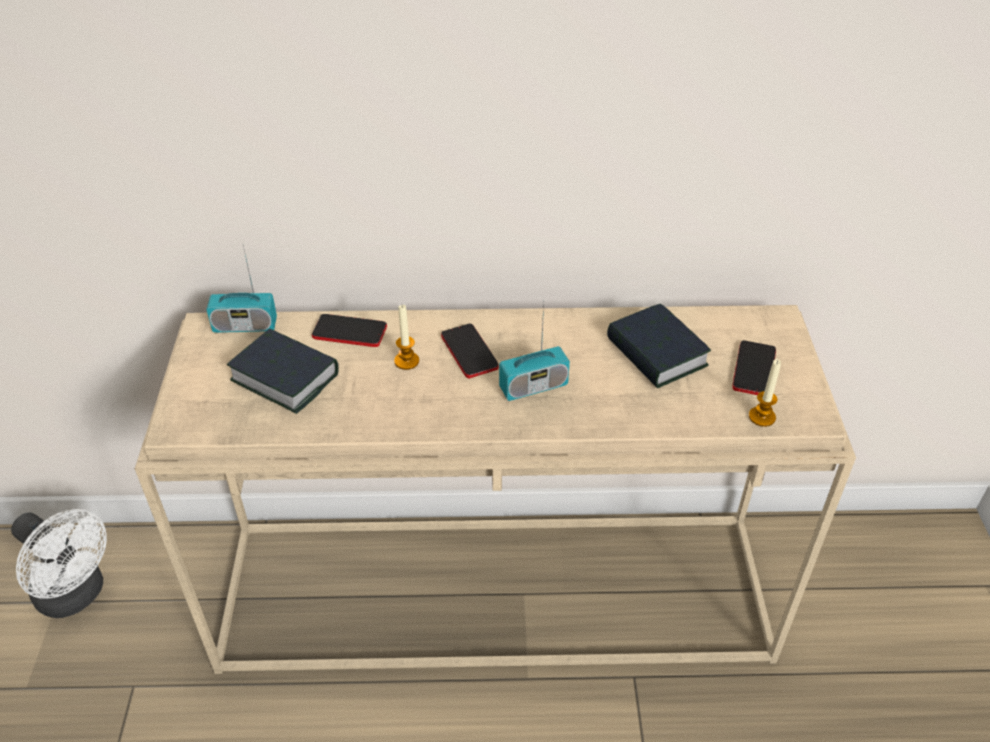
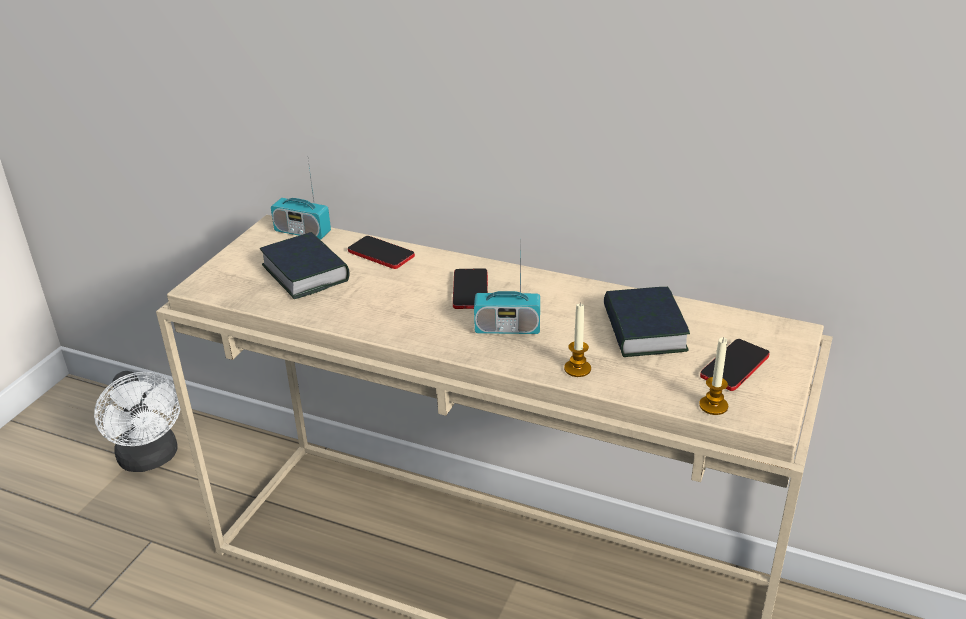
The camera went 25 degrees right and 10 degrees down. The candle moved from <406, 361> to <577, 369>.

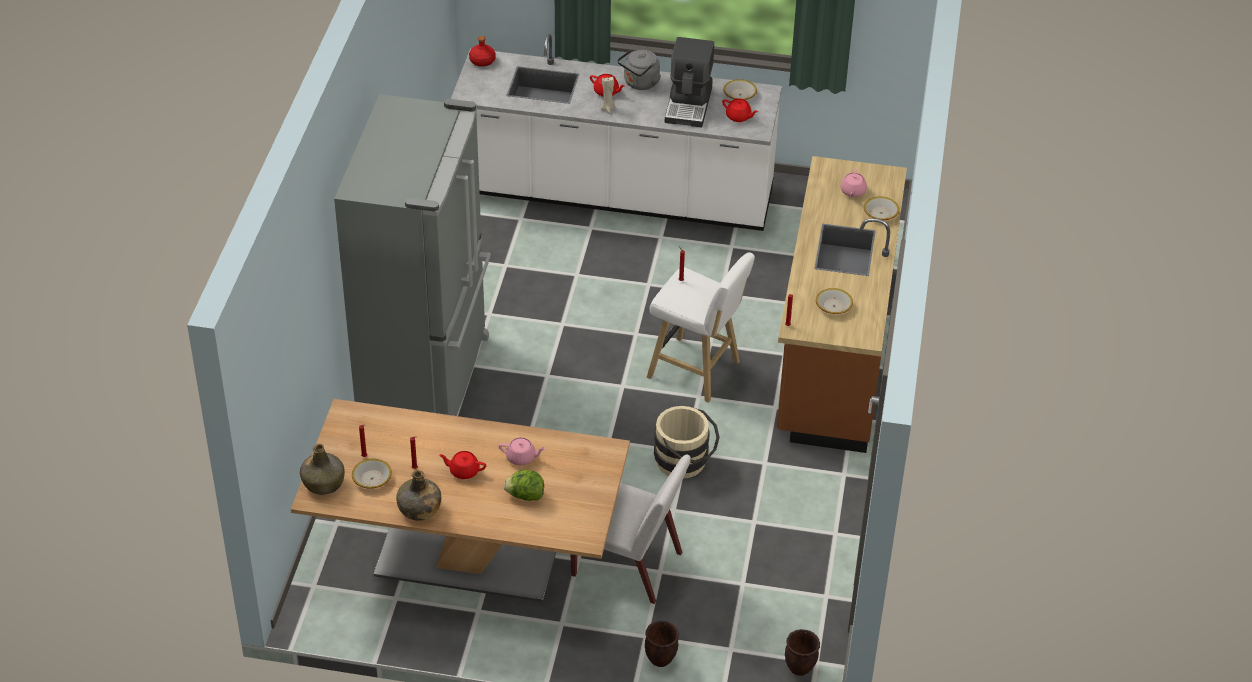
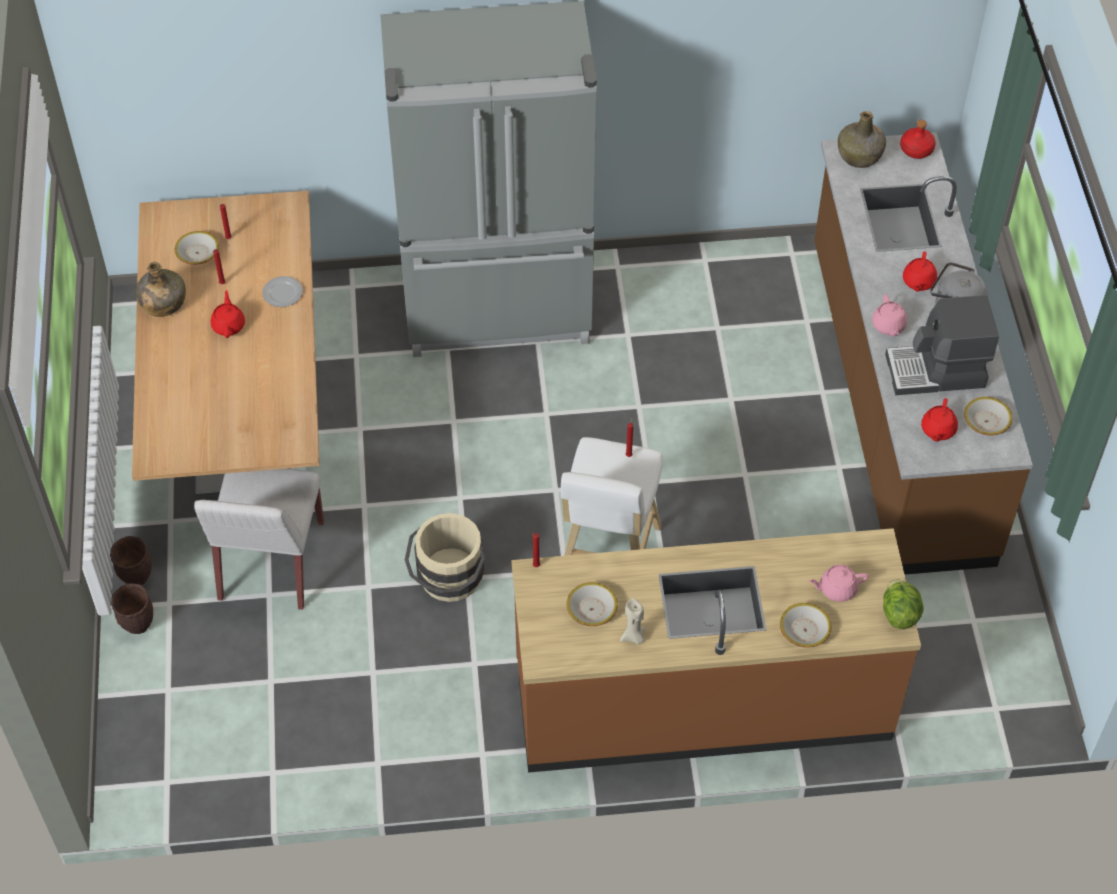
The camera went 75 degrees right and 10 degrees up. The plate at <283, 293> appeared. The bottle (green) moved from <324, 483> to <860, 155>. The teapot (pink) moved from <521, 458> to <888, 326>. The lettuce moved from <525, 496> to <899, 613>. The candle (beige) moved from <608, 109> to <633, 637>. The planter (brown) moved from <799, 668> to <136, 577>. The counter (white) at <615, 194> became the counter (brown) at <896, 401>.

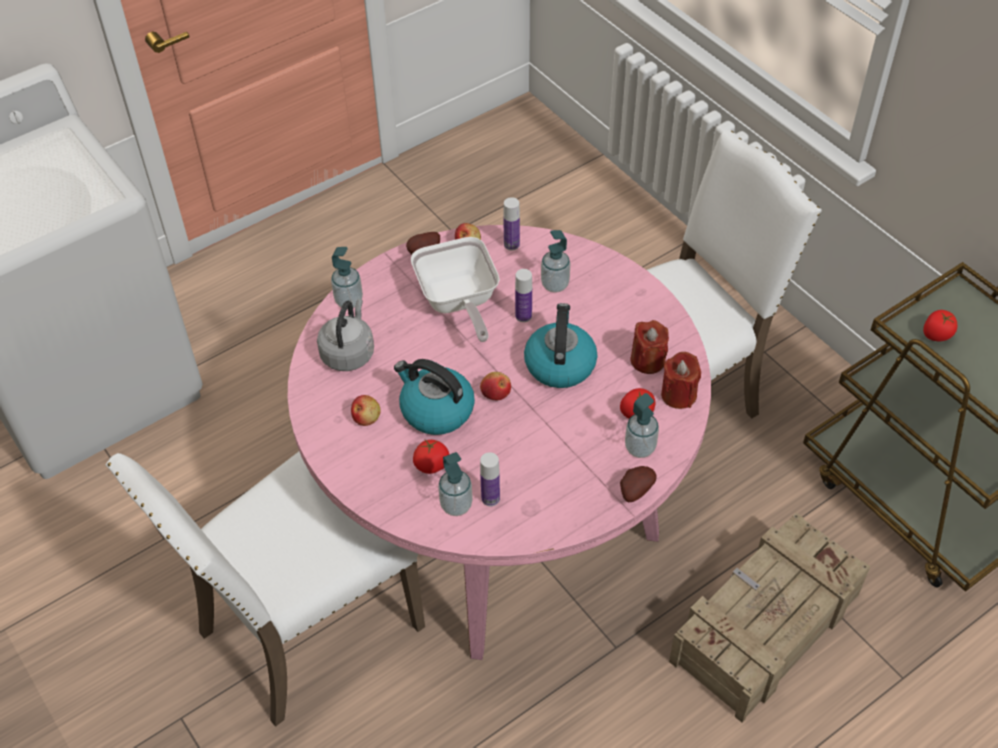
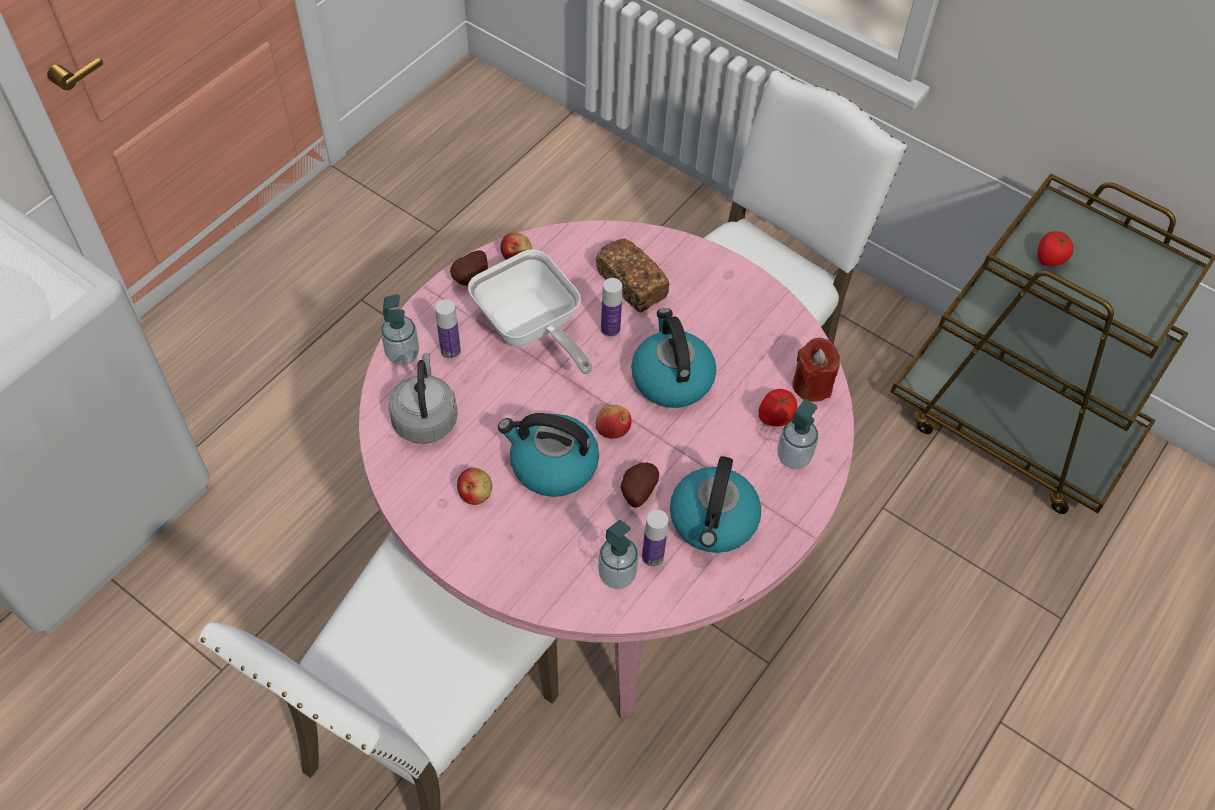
The camera went 20 degrees left and 5 degrees up. The tomato at <432, 465> disappeared. The candle (red) at <647, 360> disappeared. The crate at <763, 627> disappeared. The kettle at <713, 521> appeared. The bottle moved from <511, 244> to <450, 351>. The potato moved from <634, 490> to <636, 491>. The soap dispenser at <555, 284> was replaced by the bread at <632, 285>.

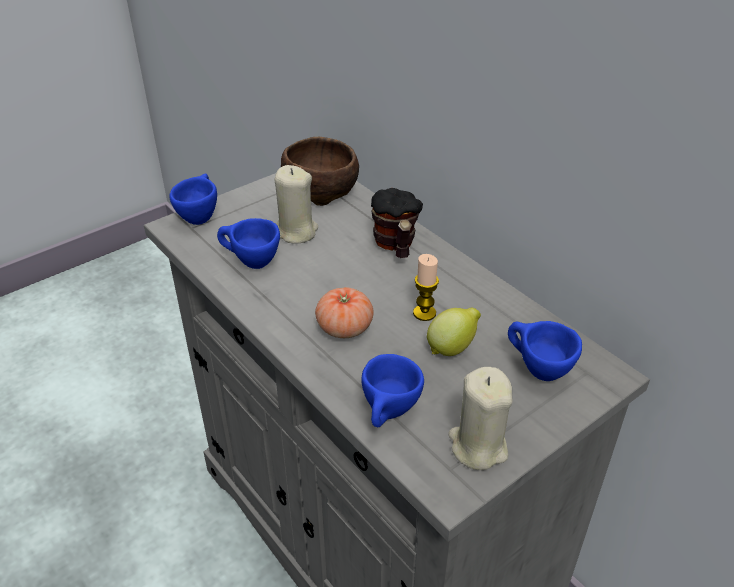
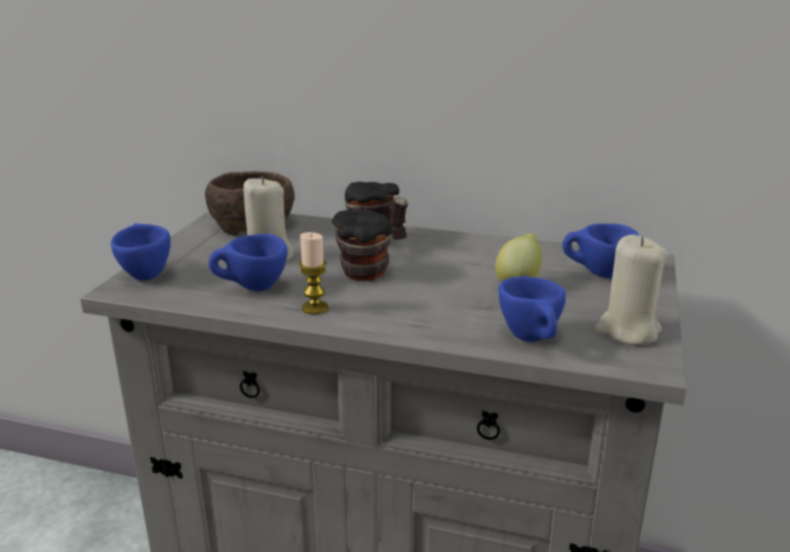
The camera went 35 degrees left and 15 degrees down. The tomato at <344, 328> disappeared. The mug at <363, 269> appeared. The candle moved from <424, 313> to <315, 308>.

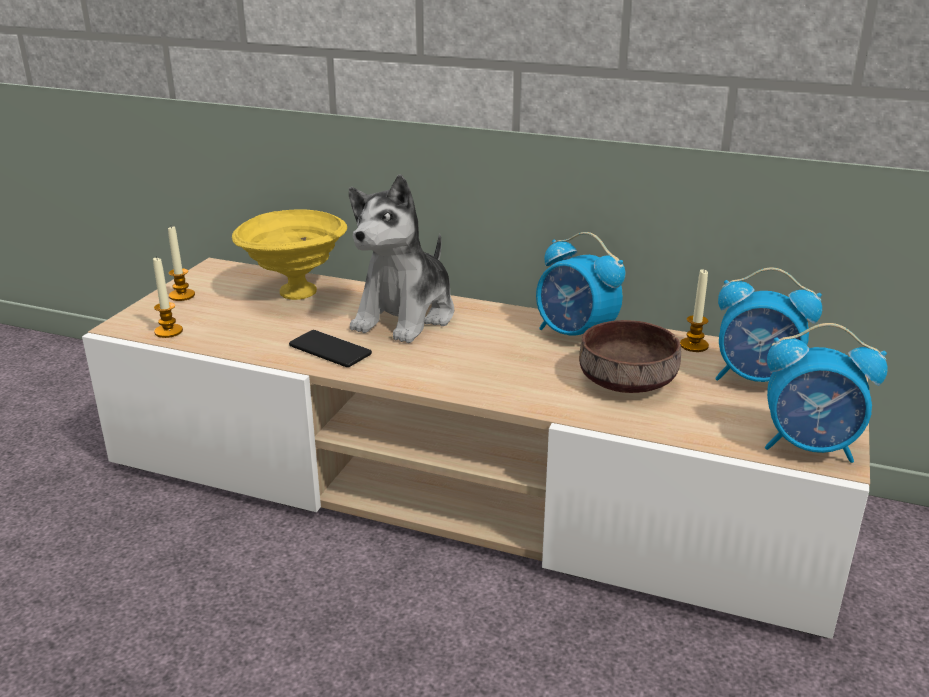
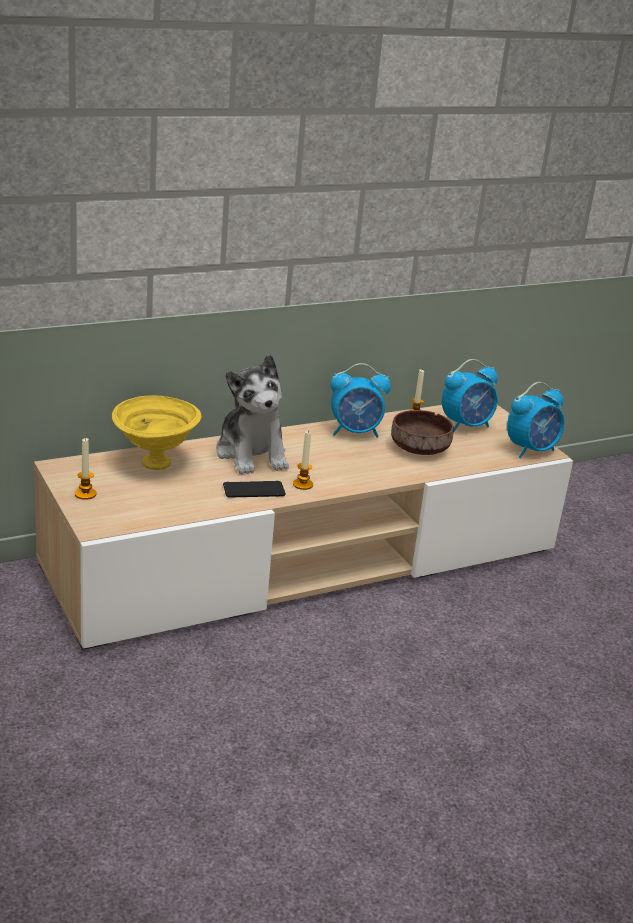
The camera went 50 degrees left and 0 degrees up. The candle moved from <168, 331> to <302, 484>.

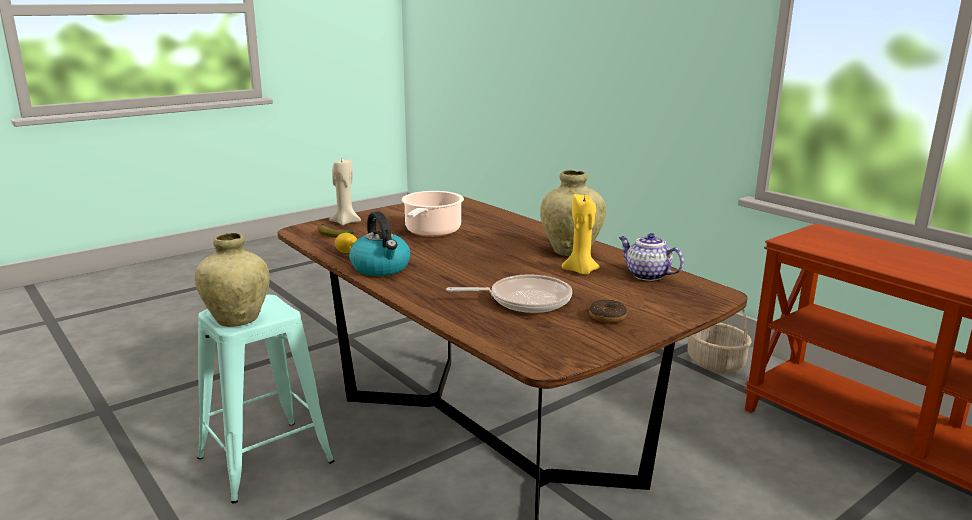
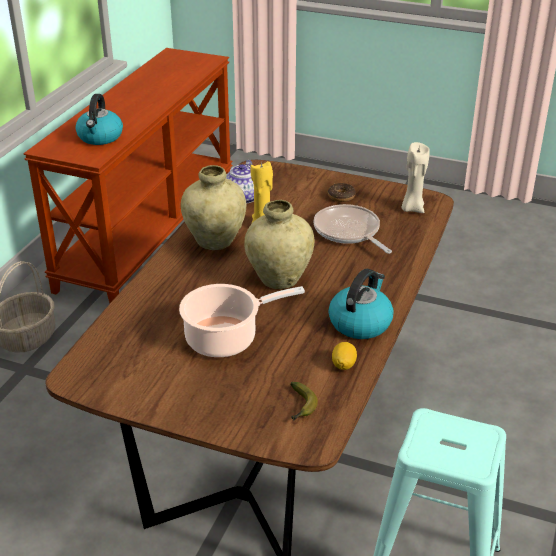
The camera went 120 degrees left and 15 degrees up. The kettle at <100, 137> appeared. The vase (beige) moved from <237, 320> to <279, 279>. The candle (beige) moved from <345, 222> to <412, 208>.

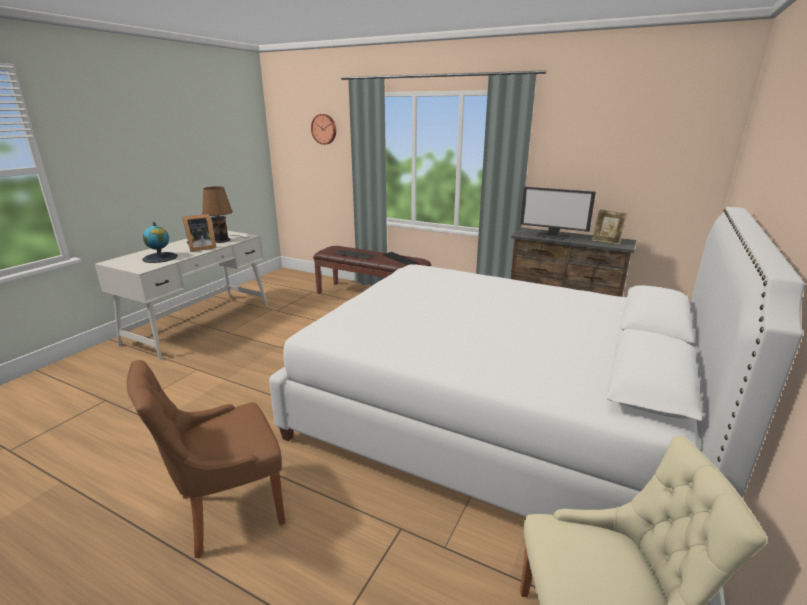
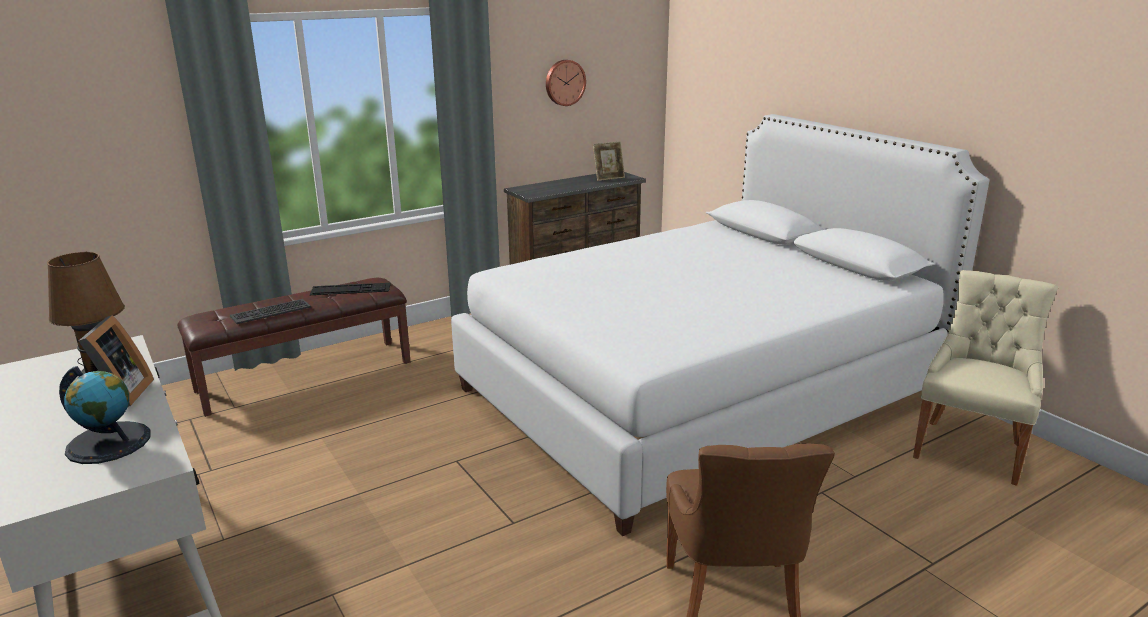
The camera went 60 degrees left and 0 degrees up. The monitor at <553, 236> disappeared. The wall clock moved from <324, 129> to <564, 82>.

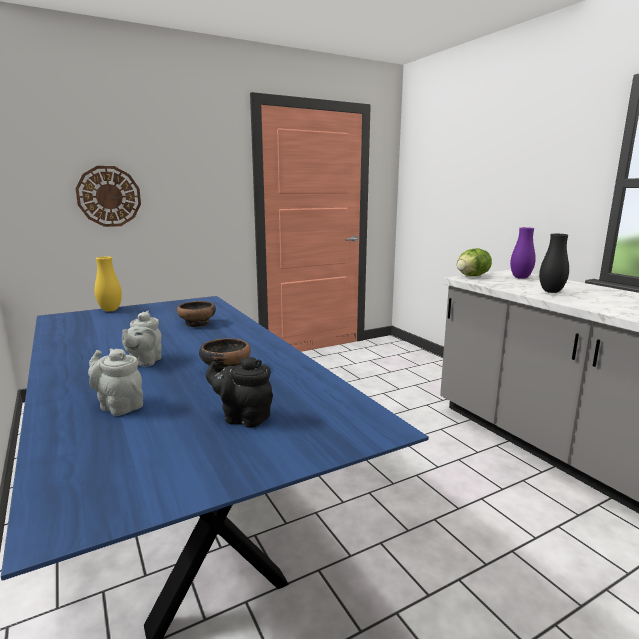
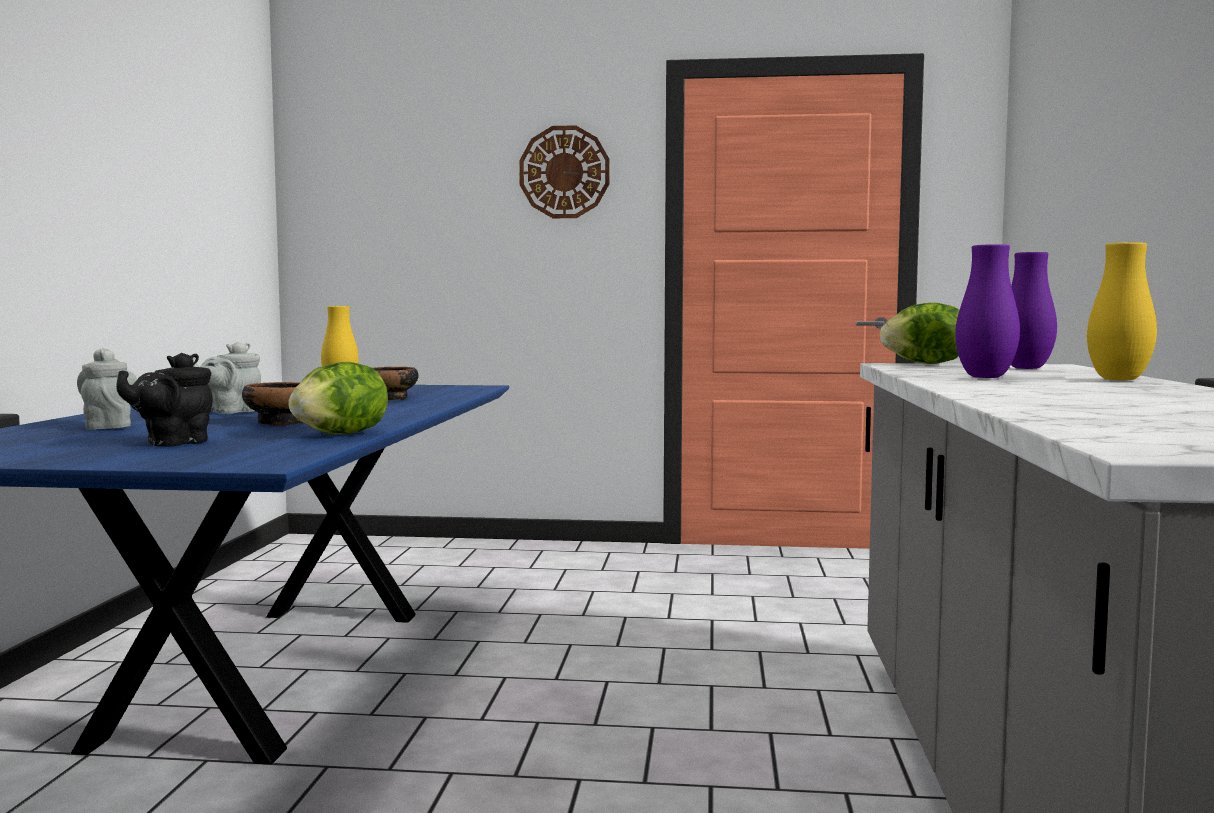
The camera went 35 degrees right and 10 degrees down. The lettuce at <340, 434> appeared. The vase (yellow) at <1118, 379> appeared. The wall clock moved from <109, 196> to <564, 172>. The vase (black) at <551, 291> became the vase (purple) at <985, 377>. The teapot (black) at <243, 418> turned 105 degrees counterclockwise.

